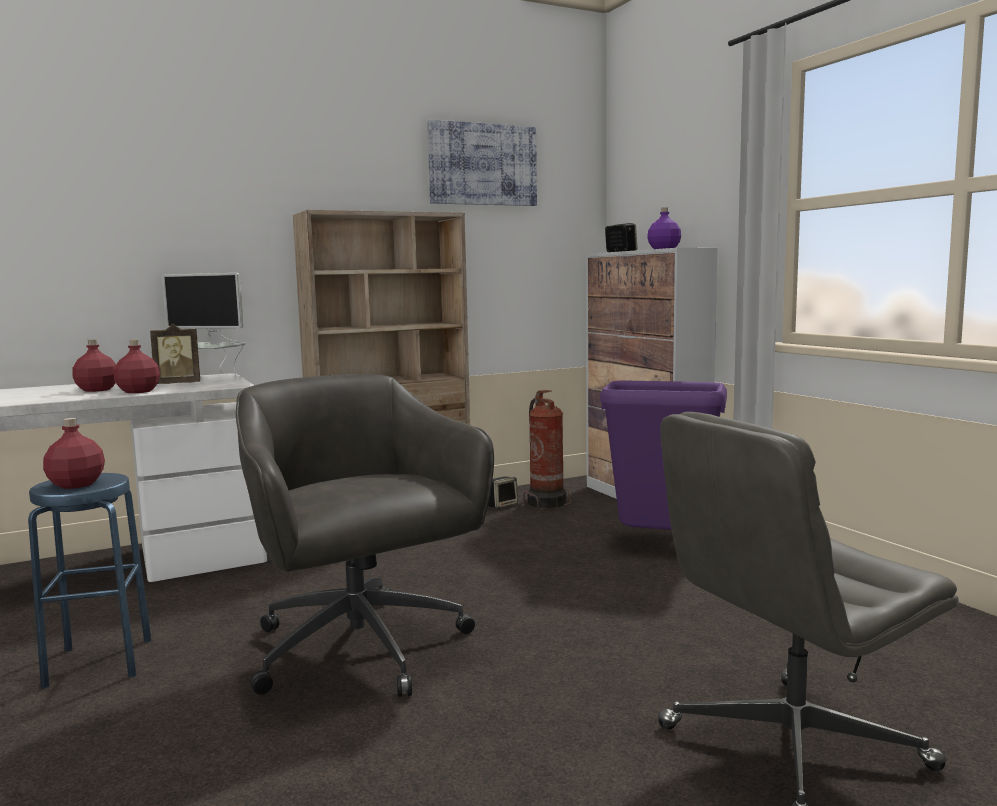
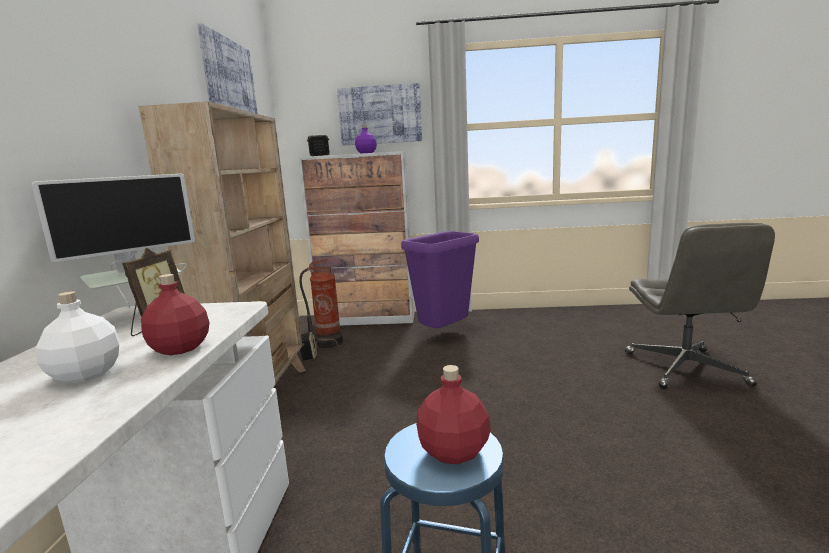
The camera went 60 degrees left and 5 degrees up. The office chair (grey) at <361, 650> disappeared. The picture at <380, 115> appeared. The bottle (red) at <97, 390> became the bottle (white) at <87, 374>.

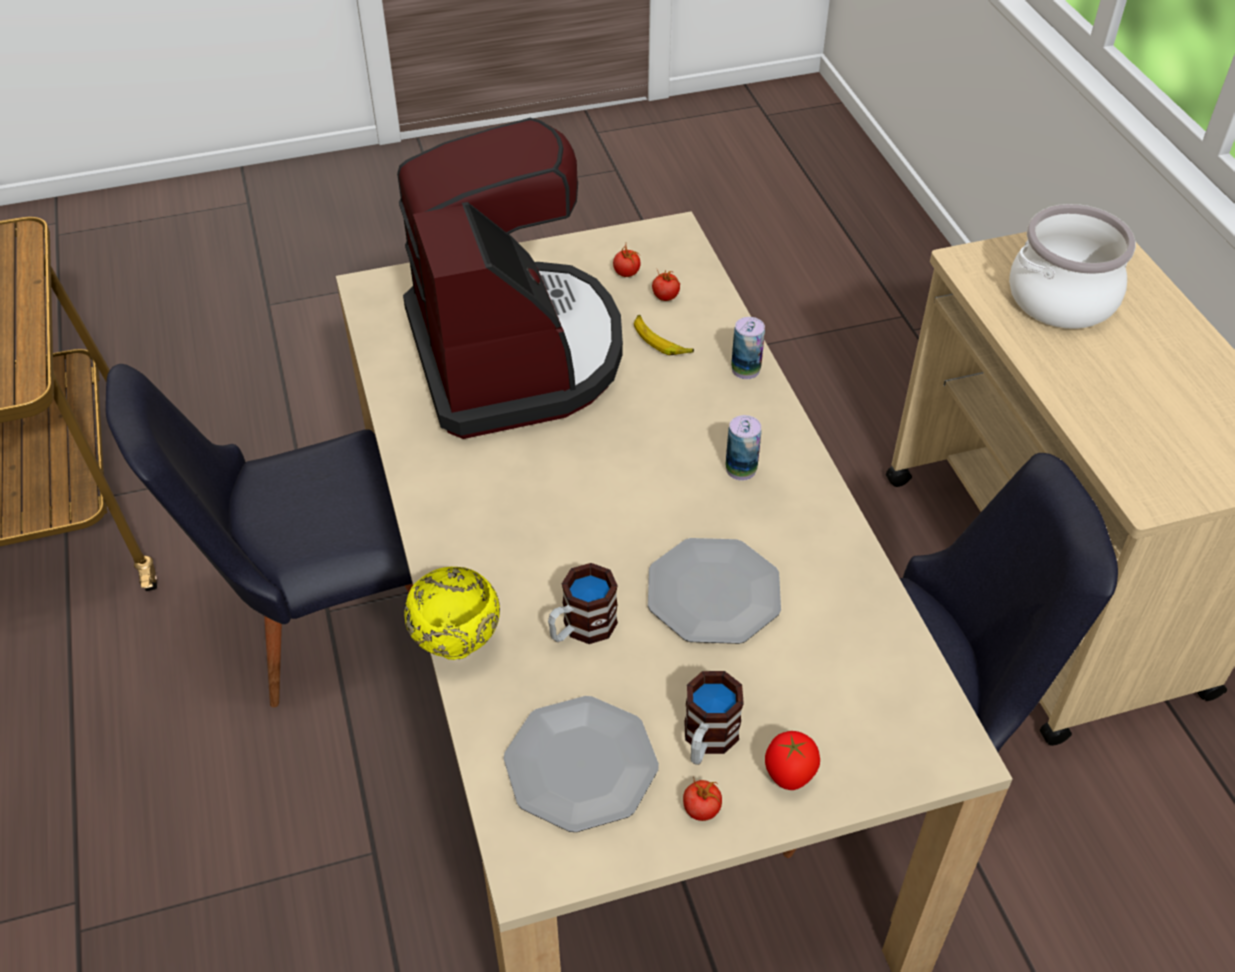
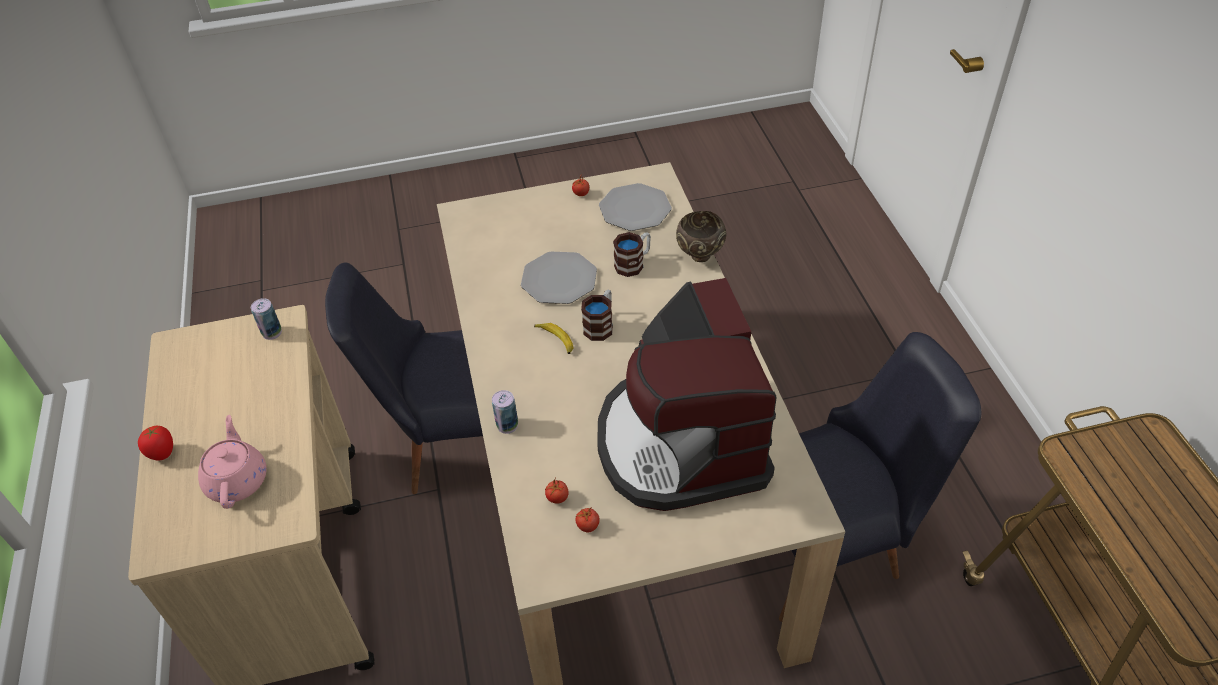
The camera went 175 degrees left and 0 degrees up. The banana moved from <660, 341> to <555, 340>. The mug moved from <707, 740> to <601, 325>. The can moved from <741, 469> to <272, 332>. The tomato moved from <788, 777> to <163, 454>. The cooking pot at <1061, 298> was replaced by the teapot (pink) at <237, 480>. The bowl (yellow) at <458, 645> became the bowl (brown) at <699, 257>.

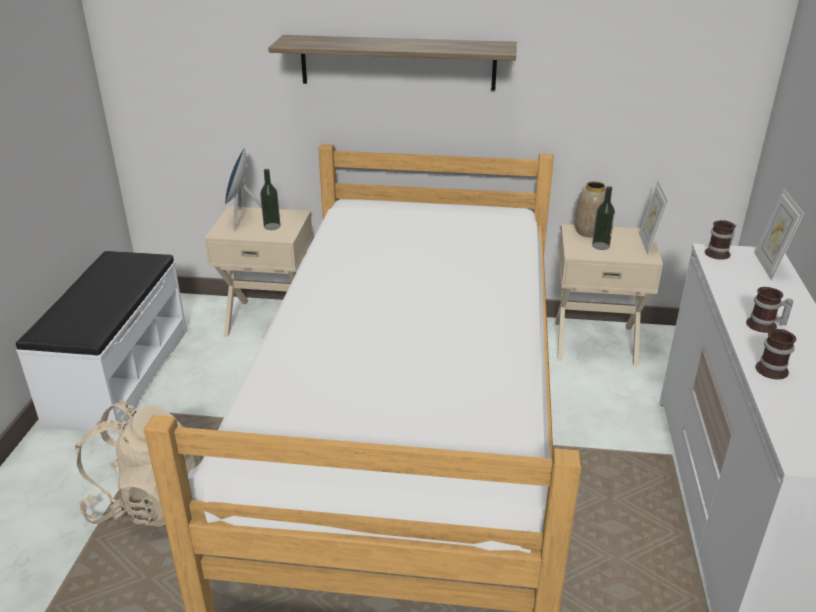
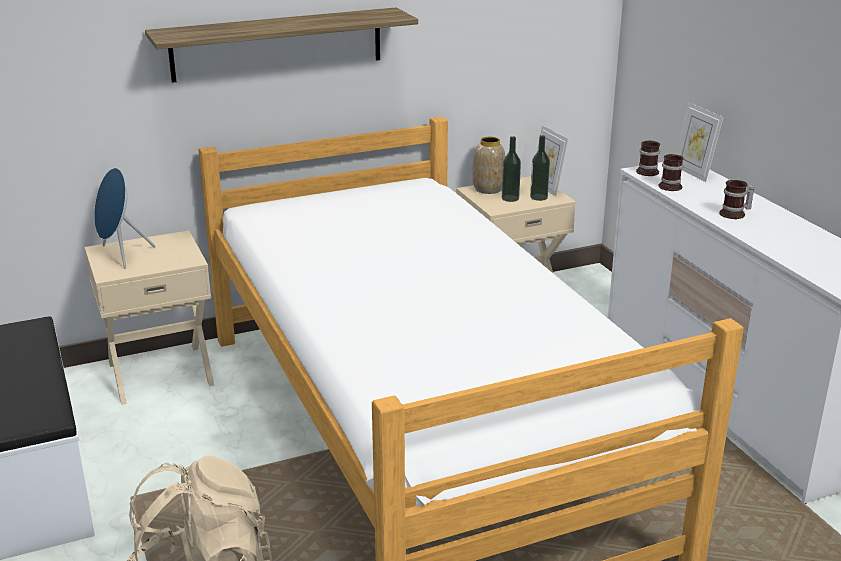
The camera went 30 degrees left and 5 degrees down. The bottle moved from <272, 226> to <538, 197>. The mug moved from <773, 368> to <670, 185>.

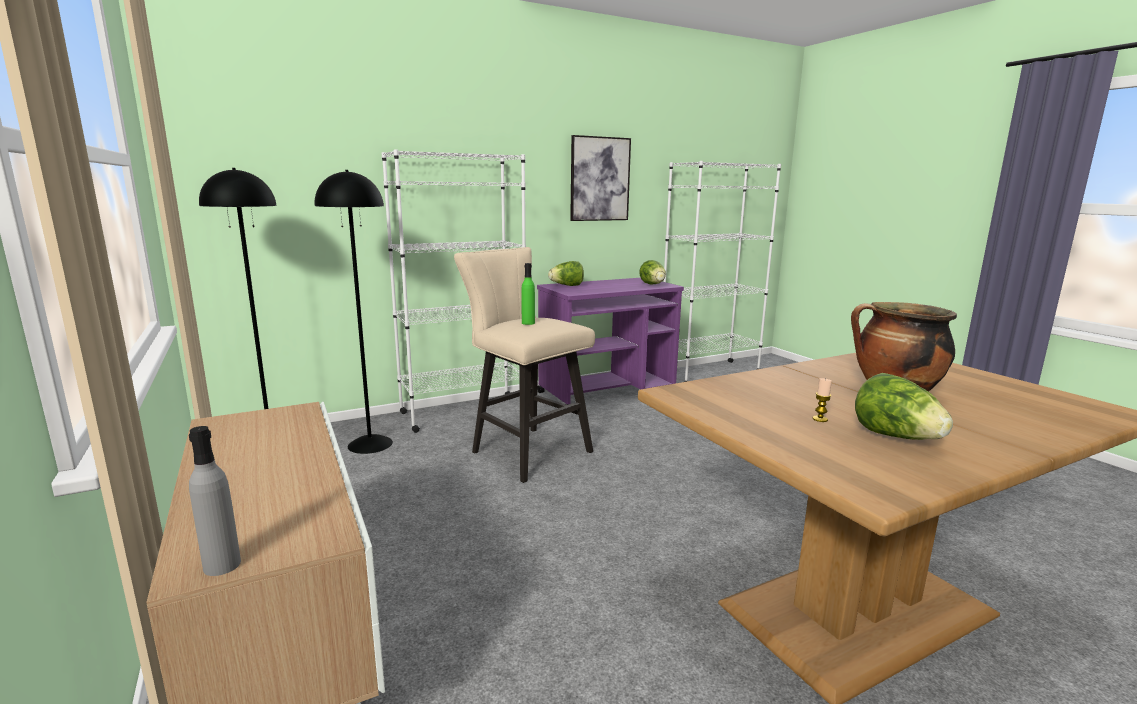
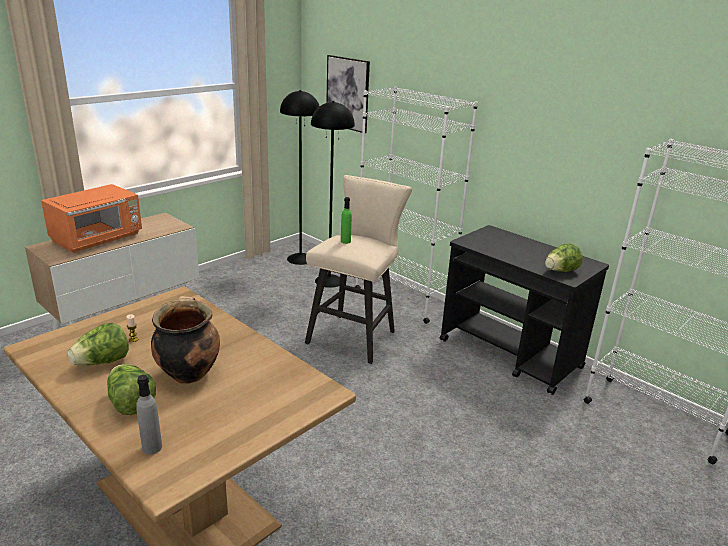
The camera went 70 degrees right and 10 degrees up. The microwave (orange) at <98, 239> appeared. The bottle (grey) moved from <222, 565> to <152, 447>. The lettuce moved from <567, 286> to <131, 403>. The picture moved from <599, 179> to <348, 93>. The cart (purple) at <607, 393> became the cart (black) at <510, 354>.

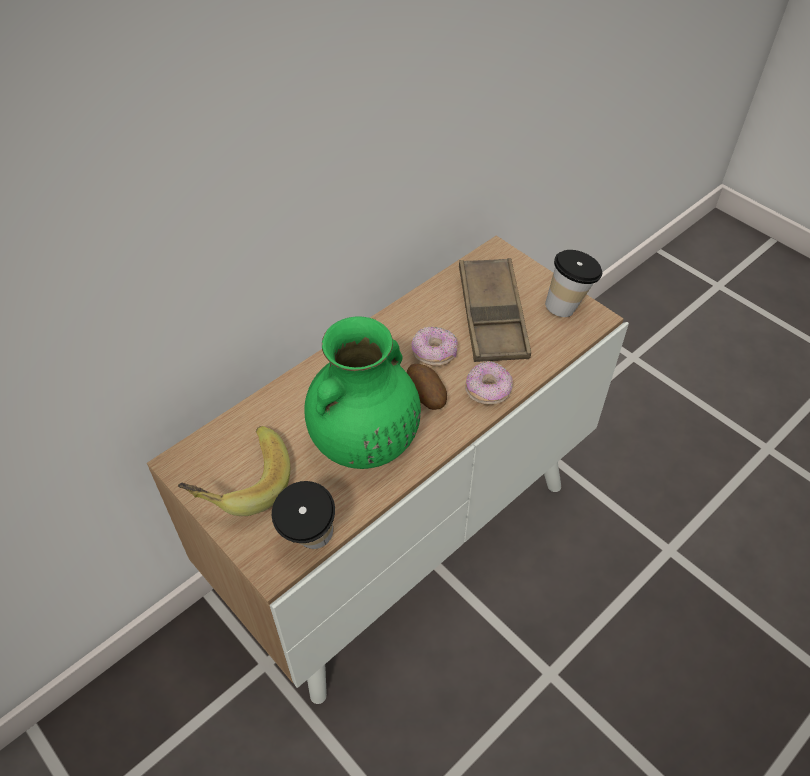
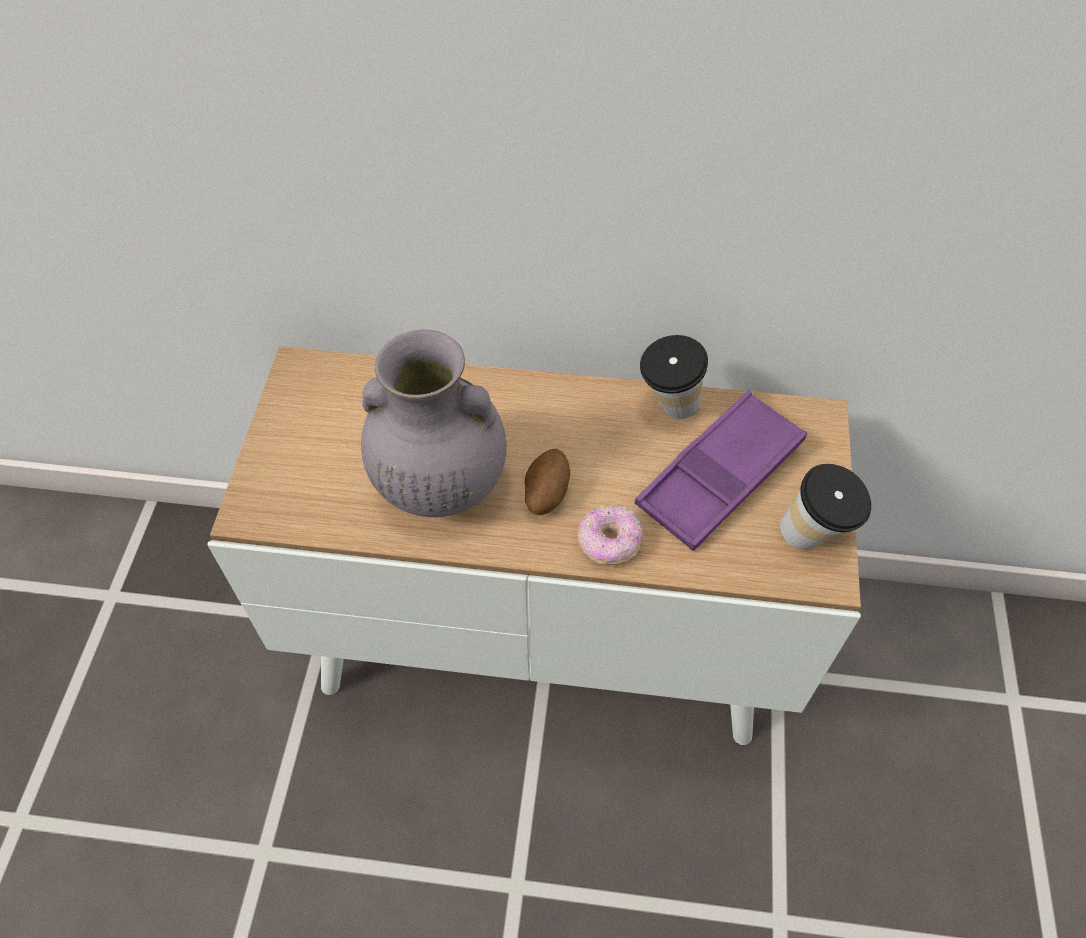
The camera went 50 degrees right and 5 degrees up. The banana at <240, 484> disappeared. The donut at <434, 353> disappeared. The cup moved from <310, 544> to <667, 409>. The vase (green) at <364, 445> became the vase (grey) at <438, 485>. The tray (brown) at <492, 316> became the tray (purple) at <719, 477>.

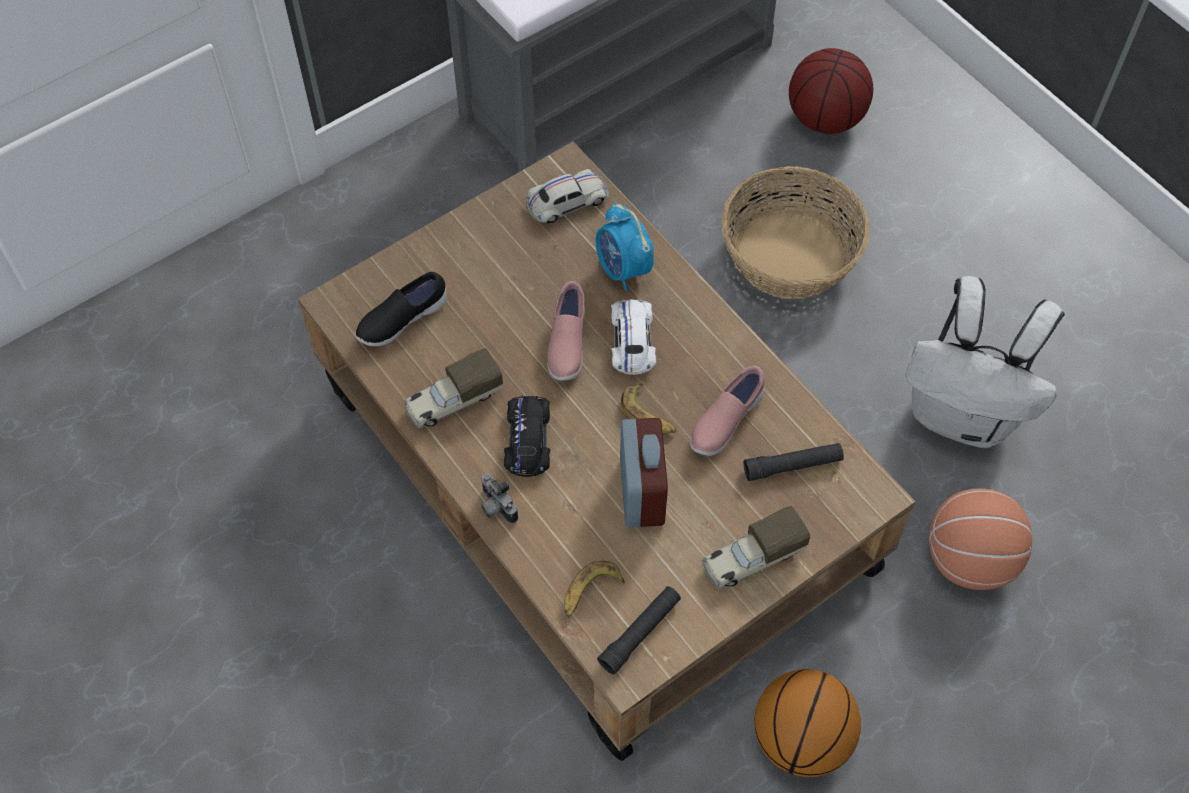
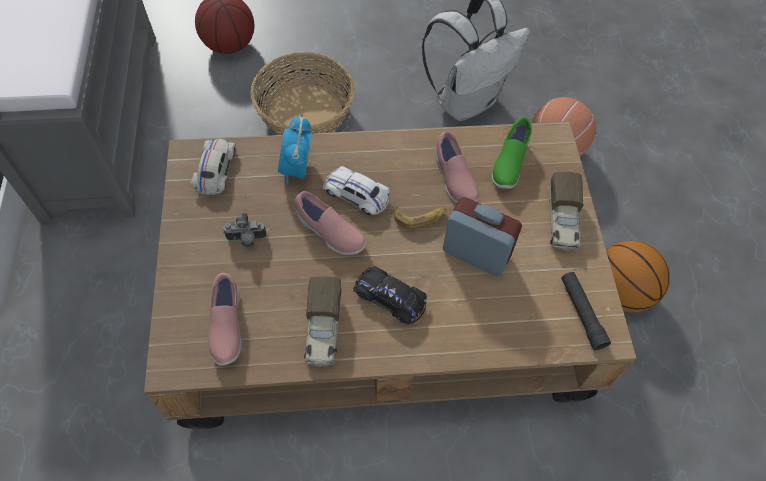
The camera went 60 degrees left and 0 degrees up. The banana at <590, 592> disappeared. The photo camera moved from <495, 507> to <246, 240>. The flashlight (black) at <793, 466> was replaced by the shoe (green) at <509, 164>. The shoe (black) at <401, 320> became the shoe (pink) at <226, 326>. The alarm clock at <623, 269> turned 90 degrees clockwise.

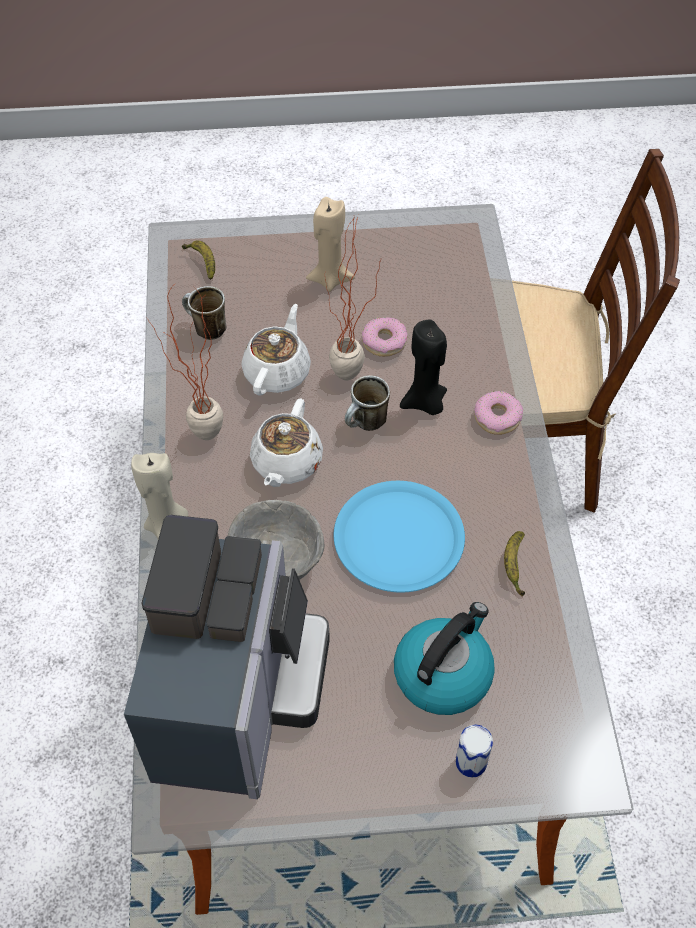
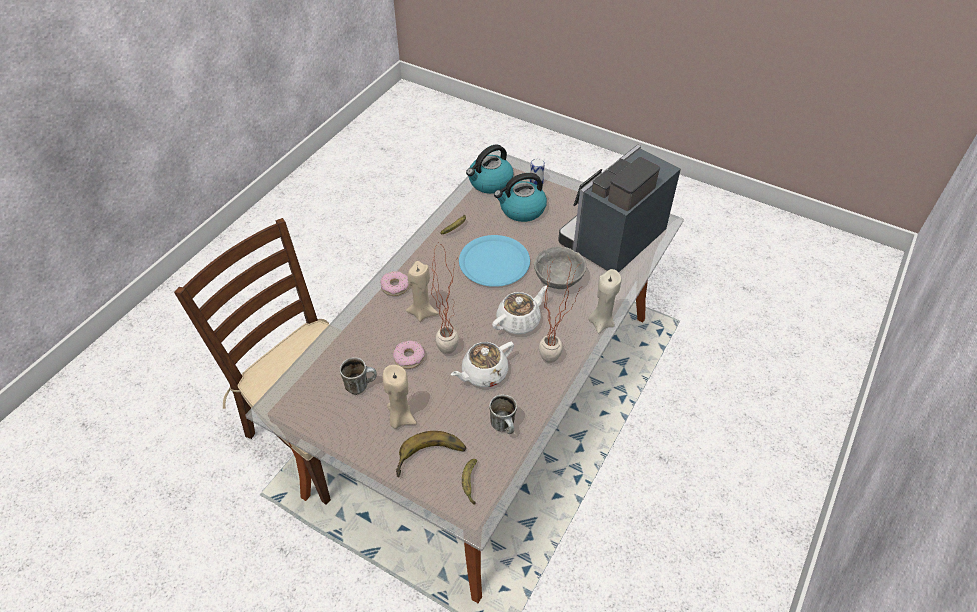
The camera went 145 degrees left and 5 degrees down. The banana at <431, 459> appeared. The kettle at <490, 182> appeared. The mug moved from <366, 425> to <361, 385>. The candle (black) at <425, 403> became the candle (beige) at <422, 312>.

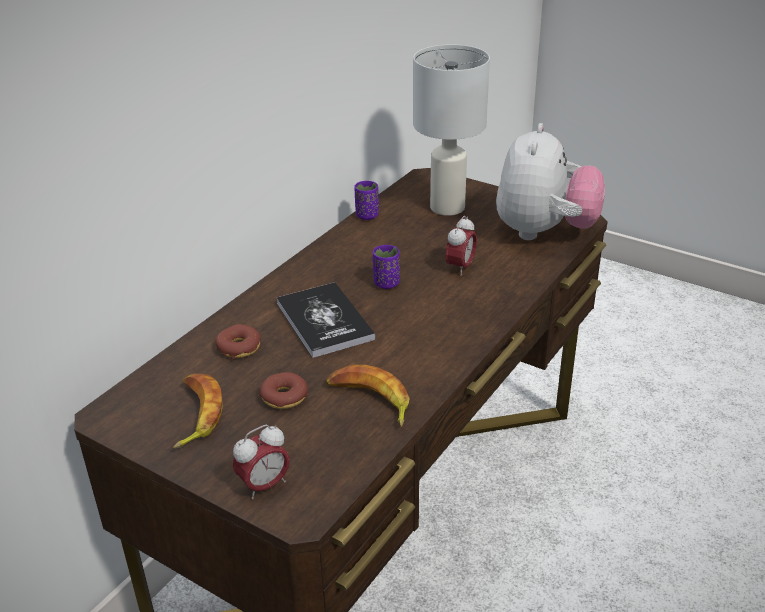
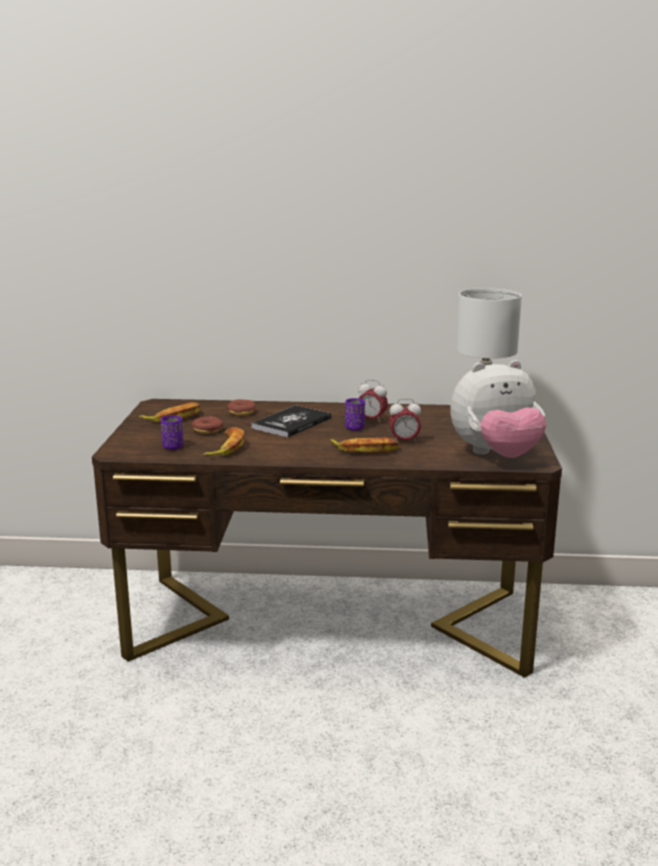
The camera went 60 degrees right and 15 degrees down. The banana at <365, 450> appeared. The alarm clock moved from <264, 485> to <371, 420>. The cup (purple) moved from <367, 215> to <173, 447>.

